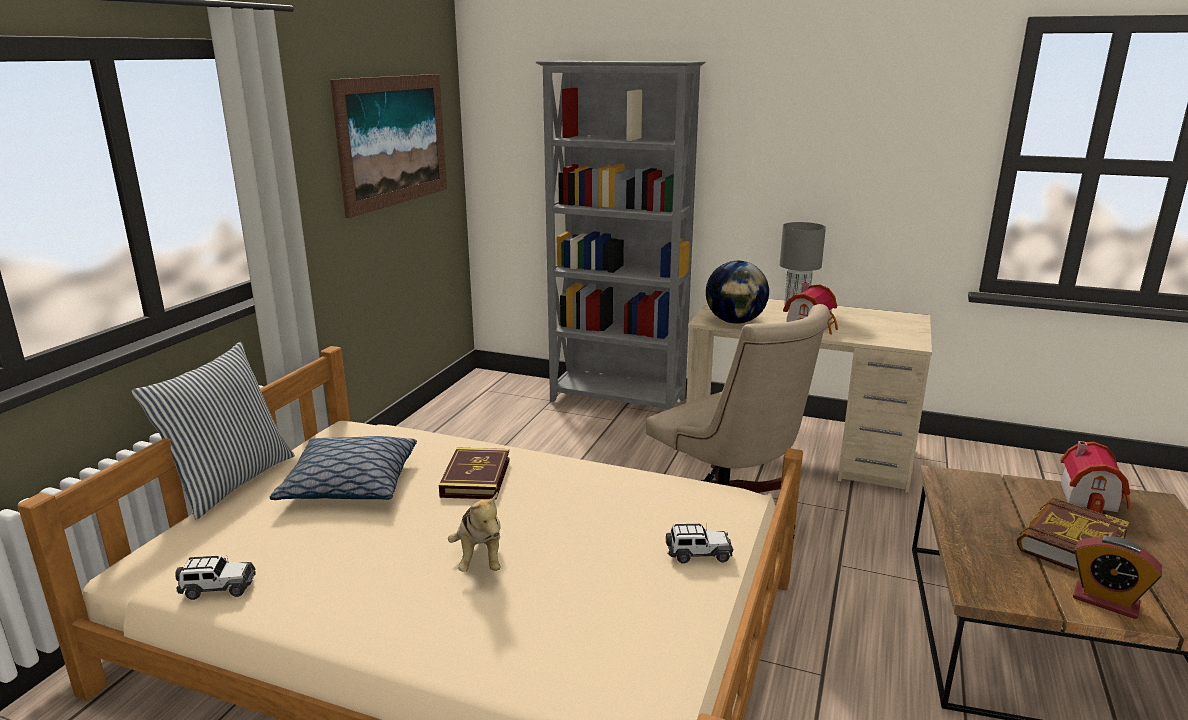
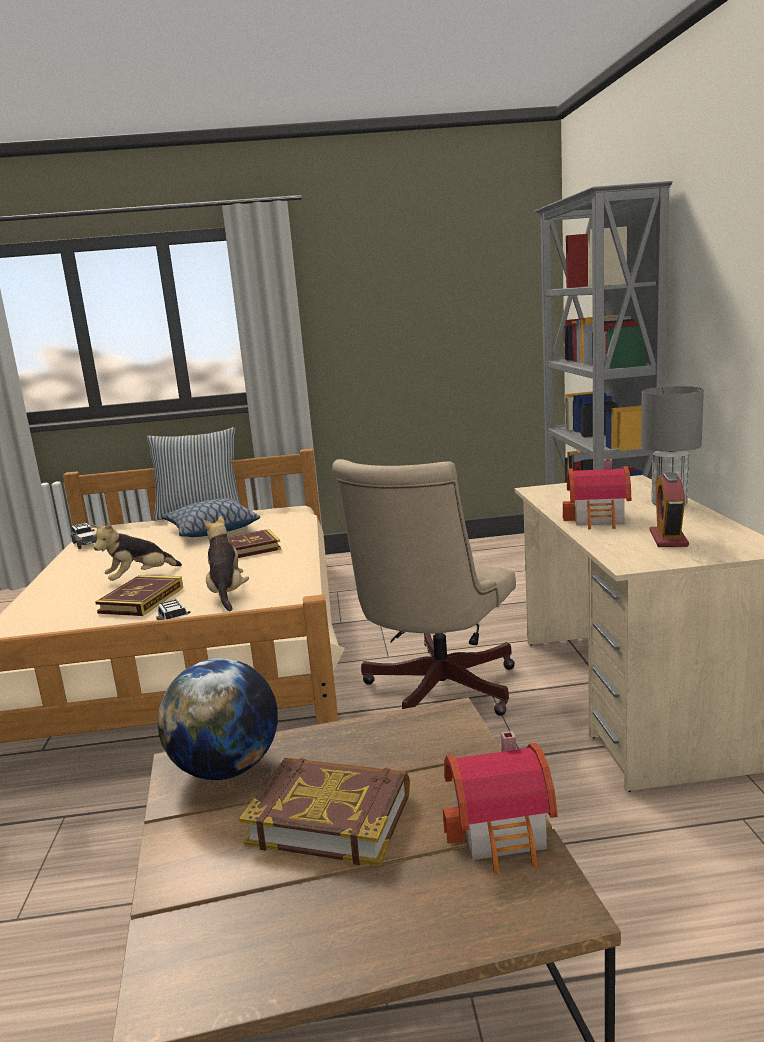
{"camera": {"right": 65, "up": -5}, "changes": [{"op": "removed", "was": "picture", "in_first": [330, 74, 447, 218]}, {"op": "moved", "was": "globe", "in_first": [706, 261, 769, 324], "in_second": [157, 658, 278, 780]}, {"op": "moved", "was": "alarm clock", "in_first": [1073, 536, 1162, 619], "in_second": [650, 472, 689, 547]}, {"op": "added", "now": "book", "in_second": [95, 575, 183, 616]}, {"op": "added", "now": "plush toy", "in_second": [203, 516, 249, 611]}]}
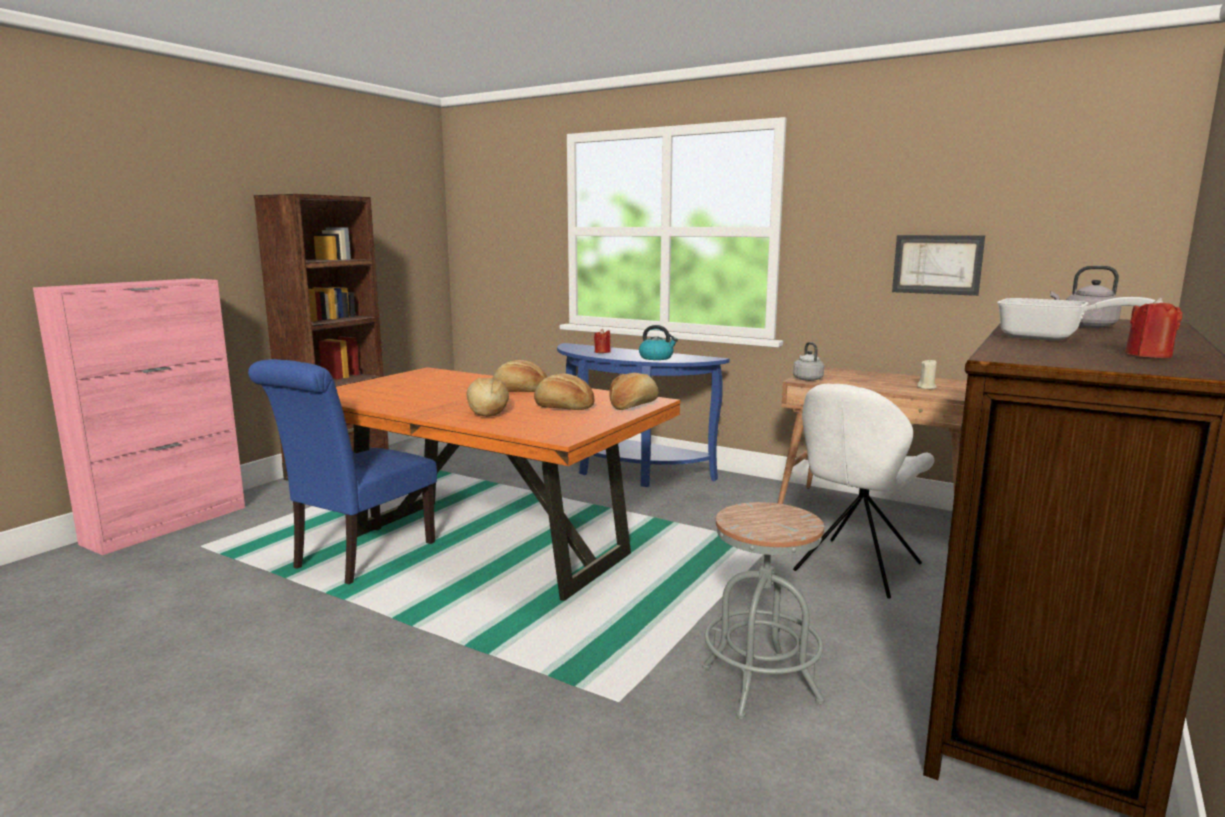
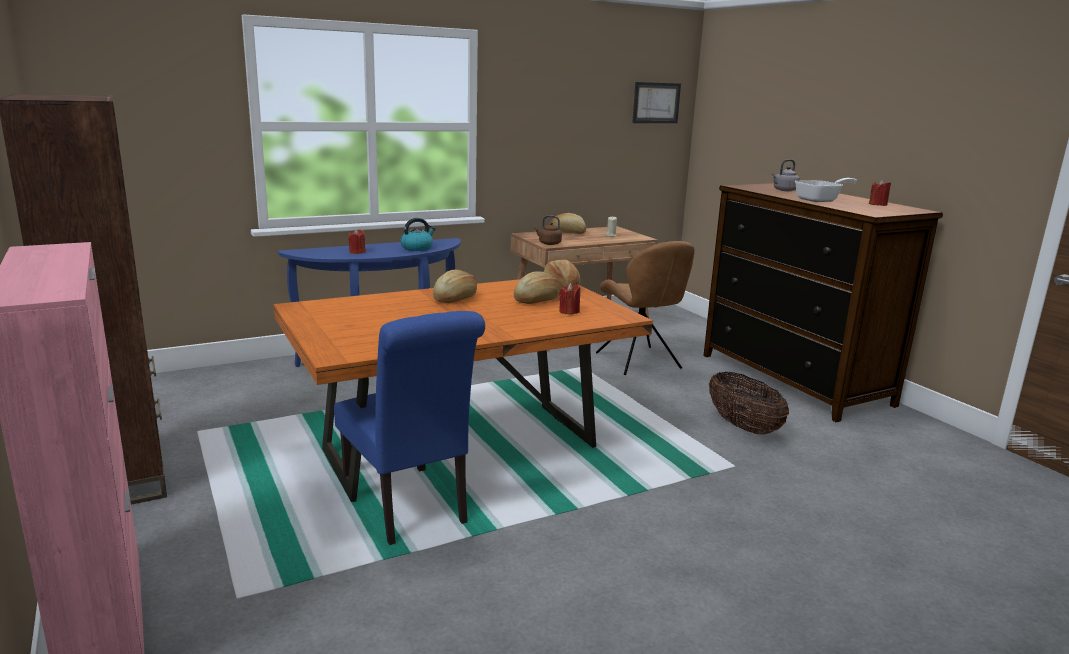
{"camera": {"right": -60, "up": 5}, "changes": [{"op": "moved", "was": "bread", "in_first": [466, 378, 509, 417], "in_second": [551, 213, 586, 234]}, {"op": "replaced", "was": "grey stool", "now": "basket", "in_first": [702, 502, 825, 719], "in_second": [709, 372, 789, 435]}, {"op": "recoloured", "was": "grey kettle", "now": "brown kettle", "in_first": [793, 342, 824, 381], "in_second": [534, 215, 562, 245]}, {"op": "recoloured", "was": "white chair", "now": "brown chair", "in_first": [793, 384, 934, 599], "in_second": [596, 241, 695, 375]}, {"op": "moved", "was": "picture", "in_first": [892, 235, 985, 296], "in_second": [632, 82, 681, 123]}, {"op": "added", "now": "red candle", "in_second": [559, 283, 580, 314]}]}
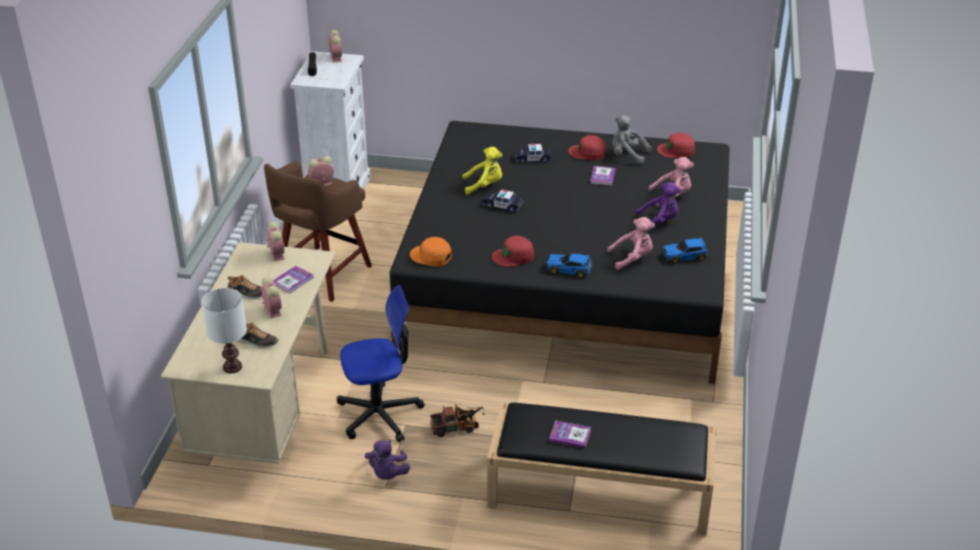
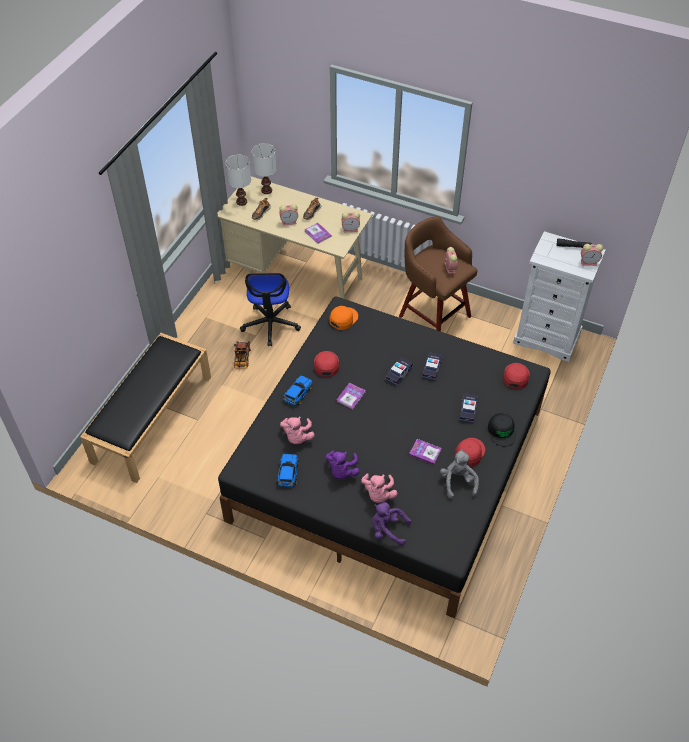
{"camera": {"right": 105, "up": 15}, "changes": [{"op": "moved", "was": "purple plush toy", "in_first": [365, 440, 410, 480], "in_second": [372, 502, 411, 546]}, {"op": "replaced", "was": "yellow plush toy", "now": "toy car", "in_first": [462, 147, 502, 195], "in_second": [422, 352, 443, 380]}, {"op": "moved", "was": "book", "in_first": [549, 420, 591, 448], "in_second": [336, 383, 366, 409]}, {"op": "turned", "was": "grey plush toy", "in_first": [612, 115, 652, 164], "in_second": [440, 449, 479, 499], "clockwise": -45}, {"op": "moved", "was": "red cap", "in_first": [657, 133, 695, 158], "in_second": [503, 363, 530, 389]}, {"op": "added", "now": "white table lamp", "in_second": [252, 143, 277, 194]}, {"op": "added", "now": "black cap", "in_second": [488, 413, 516, 446]}]}
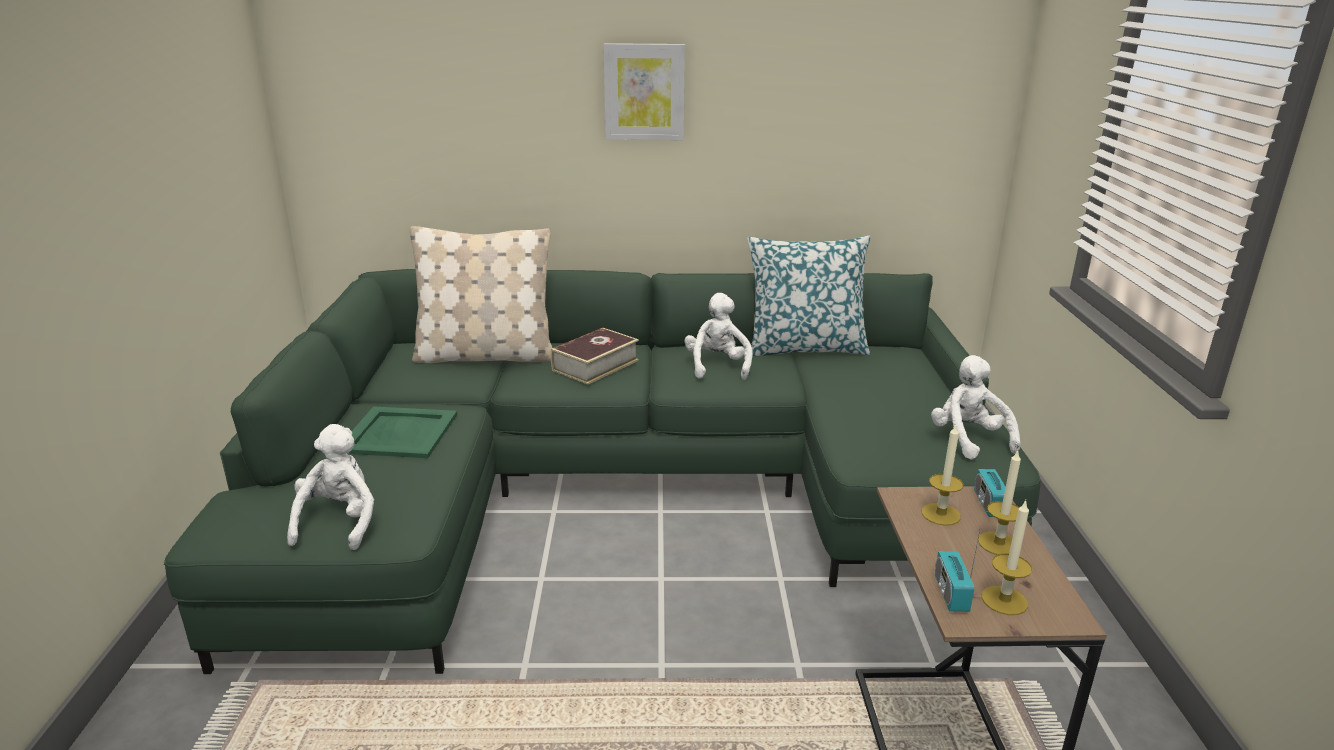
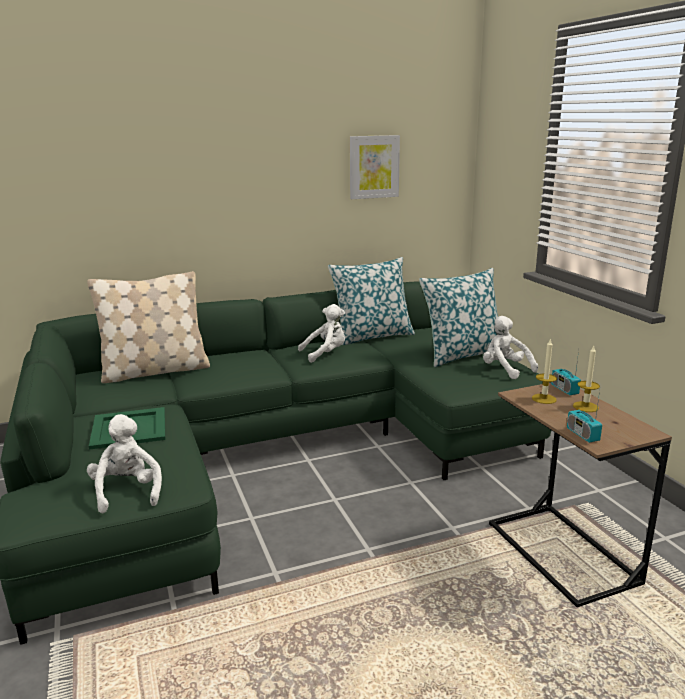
{"camera": {"right": -20, "up": -5}, "changes": [{"op": "removed", "was": "book", "in_first": [551, 328, 639, 384]}, {"op": "moved", "was": "picture", "in_first": [603, 43, 685, 140], "in_second": [350, 135, 400, 199]}, {"op": "turned", "was": "white plush toy", "in_first": [685, 293, 752, 380], "in_second": [298, 304, 345, 363], "clockwise": 90}, {"op": "removed", "was": "candle", "in_first": [982, 500, 1032, 615]}, {"op": "added", "now": "pillow", "in_second": [419, 268, 498, 367]}]}
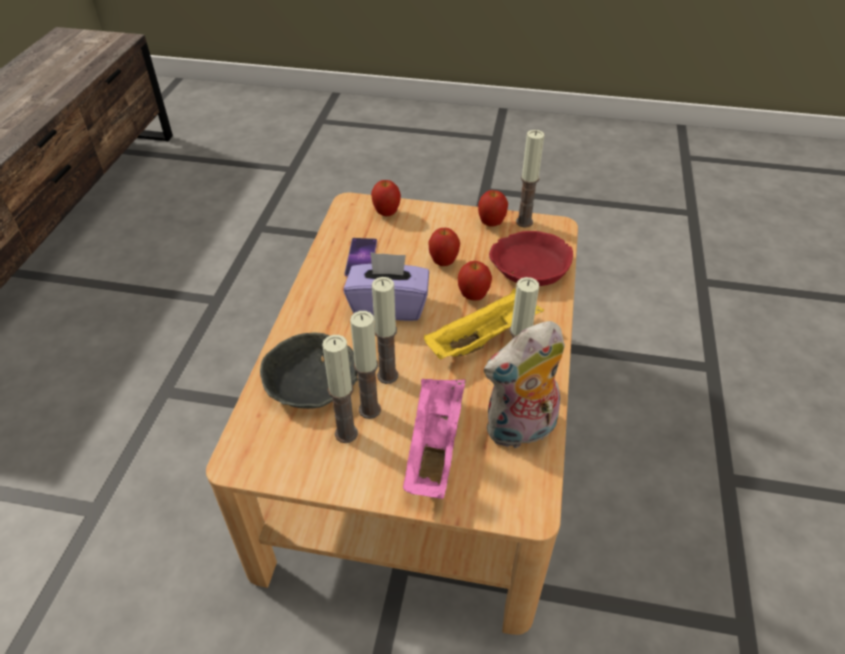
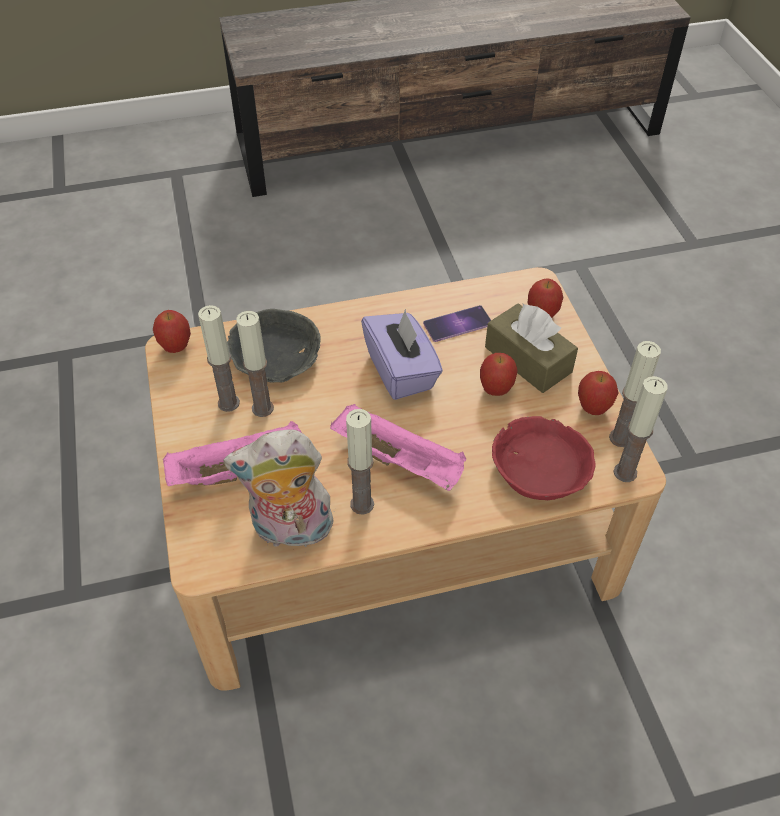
{"camera": {"right": 65, "up": 5}, "changes": [{"op": "moved", "was": "candle", "in_first": [372, 277, 398, 384], "in_second": [614, 376, 667, 482]}, {"op": "recoloured", "was": "yellow tray", "now": "pink tray", "in_first": [424, 289, 544, 359], "in_second": [330, 404, 466, 491]}, {"op": "moved", "was": "apple", "in_first": [458, 261, 492, 301], "in_second": [153, 310, 191, 353]}, {"op": "turned", "was": "plush toy", "in_first": [484, 321, 565, 449], "in_second": [223, 429, 334, 547], "clockwise": -45}, {"op": "added", "now": "brown tissue box", "in_second": [485, 303, 578, 393]}]}
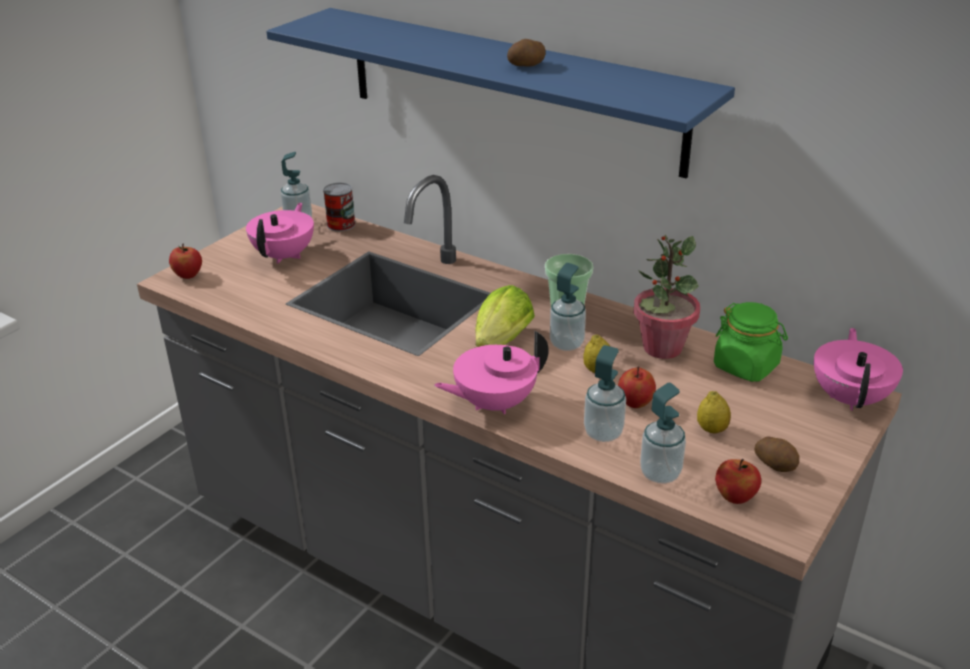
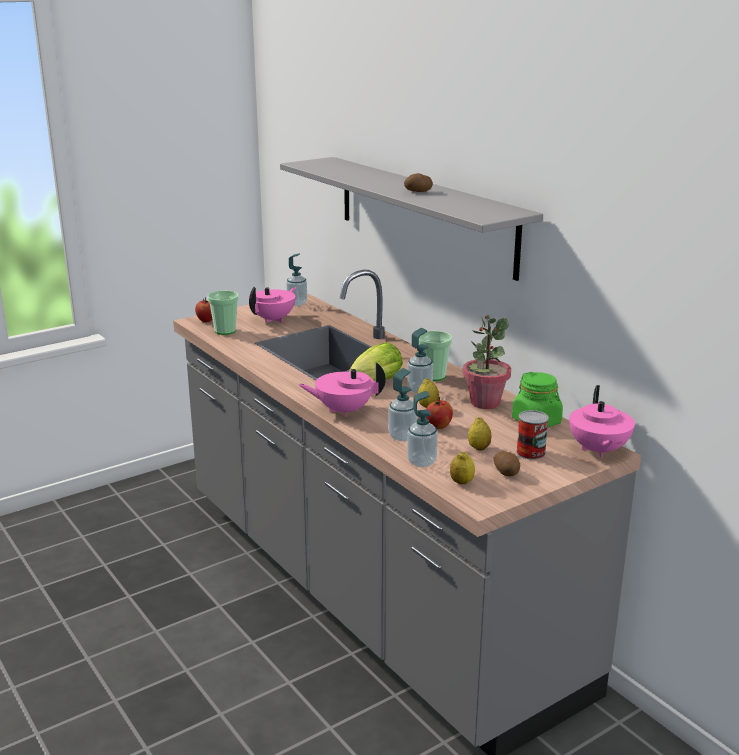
{"camera": {"right": 20, "up": -10}, "changes": [{"op": "recoloured", "was": "blue shelf", "now": "grey shelf", "in_first": [266, 8, 735, 178], "in_second": [280, 157, 543, 281]}, {"op": "moved", "was": "can", "in_first": [323, 182, 356, 231], "in_second": [516, 410, 549, 460]}, {"op": "replaced", "was": "apple", "now": "lemon", "in_first": [715, 459, 761, 504], "in_second": [450, 452, 475, 484]}, {"op": "turned", "was": "pink teapot", "in_first": [814, 328, 903, 411], "in_second": [569, 385, 635, 458], "clockwise": 150}, {"op": "added", "now": "cup", "in_second": [207, 291, 239, 335]}]}
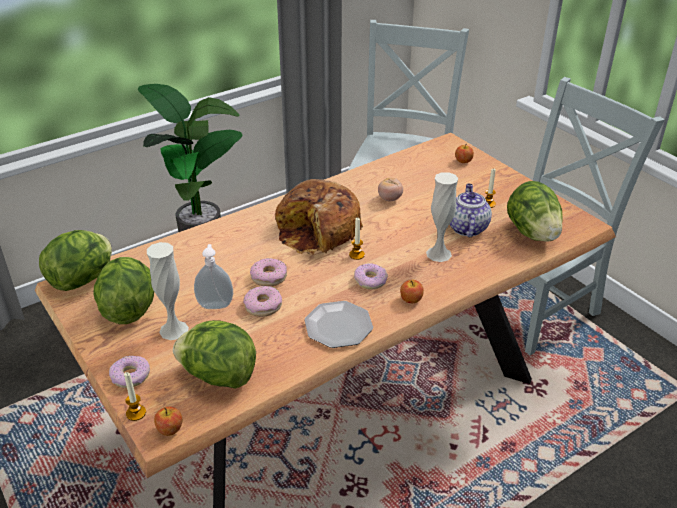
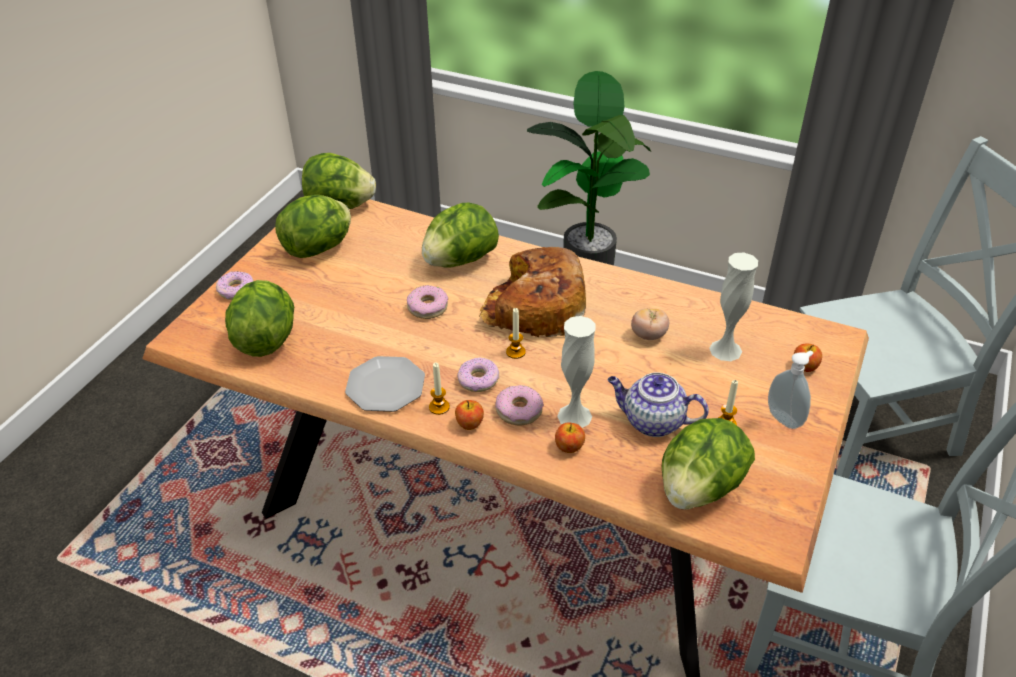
{"camera": {"right": 60, "up": 5}, "changes": [{"op": "moved", "was": "candle", "in_first": [124, 372, 146, 421], "in_second": [429, 363, 450, 415]}, {"op": "moved", "was": "white vase", "in_first": [147, 242, 189, 340], "in_second": [709, 253, 758, 361]}, {"op": "moved", "was": "apple", "in_first": [154, 407, 182, 436], "in_second": [555, 422, 585, 453]}, {"op": "moved", "was": "soap dispenser", "in_first": [194, 244, 233, 309], "in_second": [768, 350, 813, 429]}, {"op": "moved", "was": "donut", "in_first": [243, 286, 282, 317], "in_second": [495, 385, 544, 425]}, {"op": "turned", "was": "teapot", "in_first": [449, 183, 492, 237], "in_second": [608, 373, 709, 437], "clockwise": -135}, {"op": "added", "now": "lettuce", "in_second": [422, 202, 499, 267]}]}
